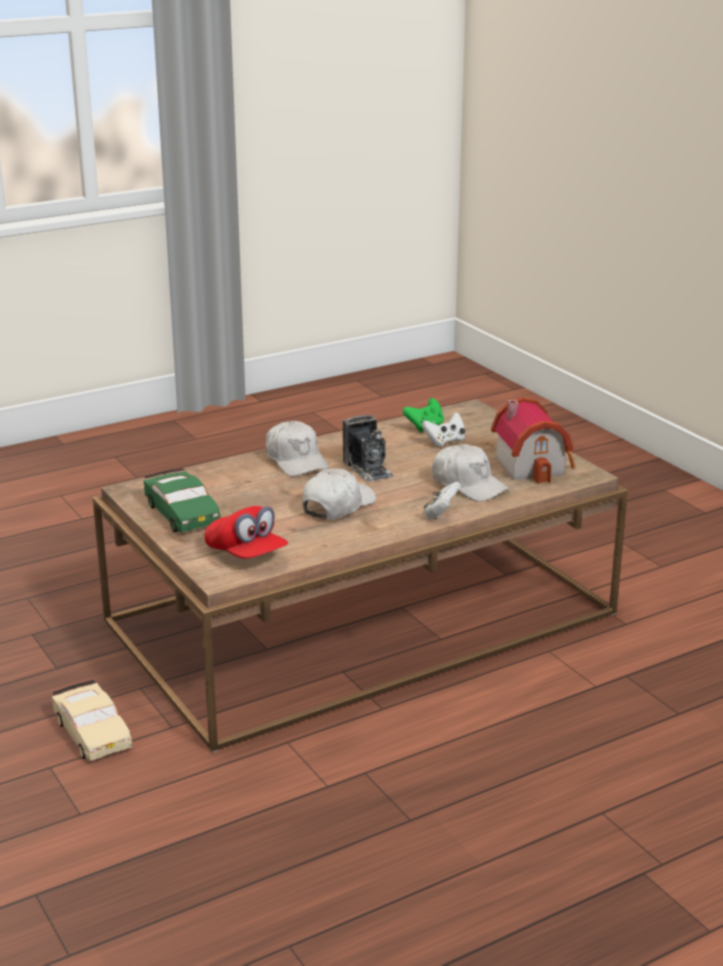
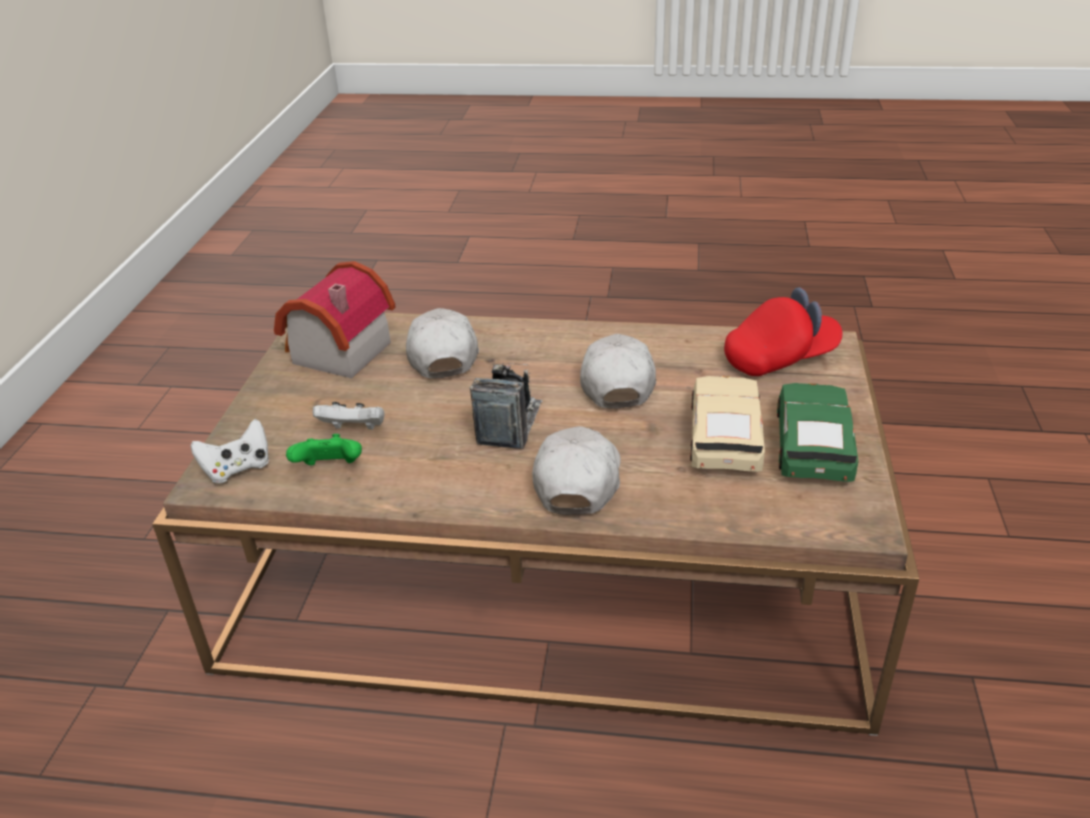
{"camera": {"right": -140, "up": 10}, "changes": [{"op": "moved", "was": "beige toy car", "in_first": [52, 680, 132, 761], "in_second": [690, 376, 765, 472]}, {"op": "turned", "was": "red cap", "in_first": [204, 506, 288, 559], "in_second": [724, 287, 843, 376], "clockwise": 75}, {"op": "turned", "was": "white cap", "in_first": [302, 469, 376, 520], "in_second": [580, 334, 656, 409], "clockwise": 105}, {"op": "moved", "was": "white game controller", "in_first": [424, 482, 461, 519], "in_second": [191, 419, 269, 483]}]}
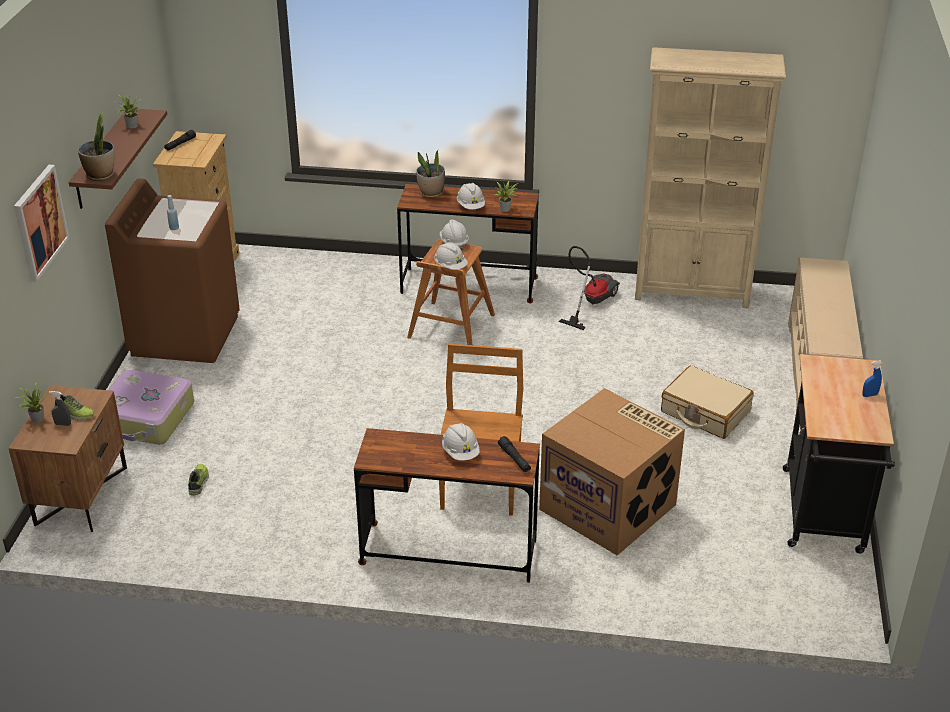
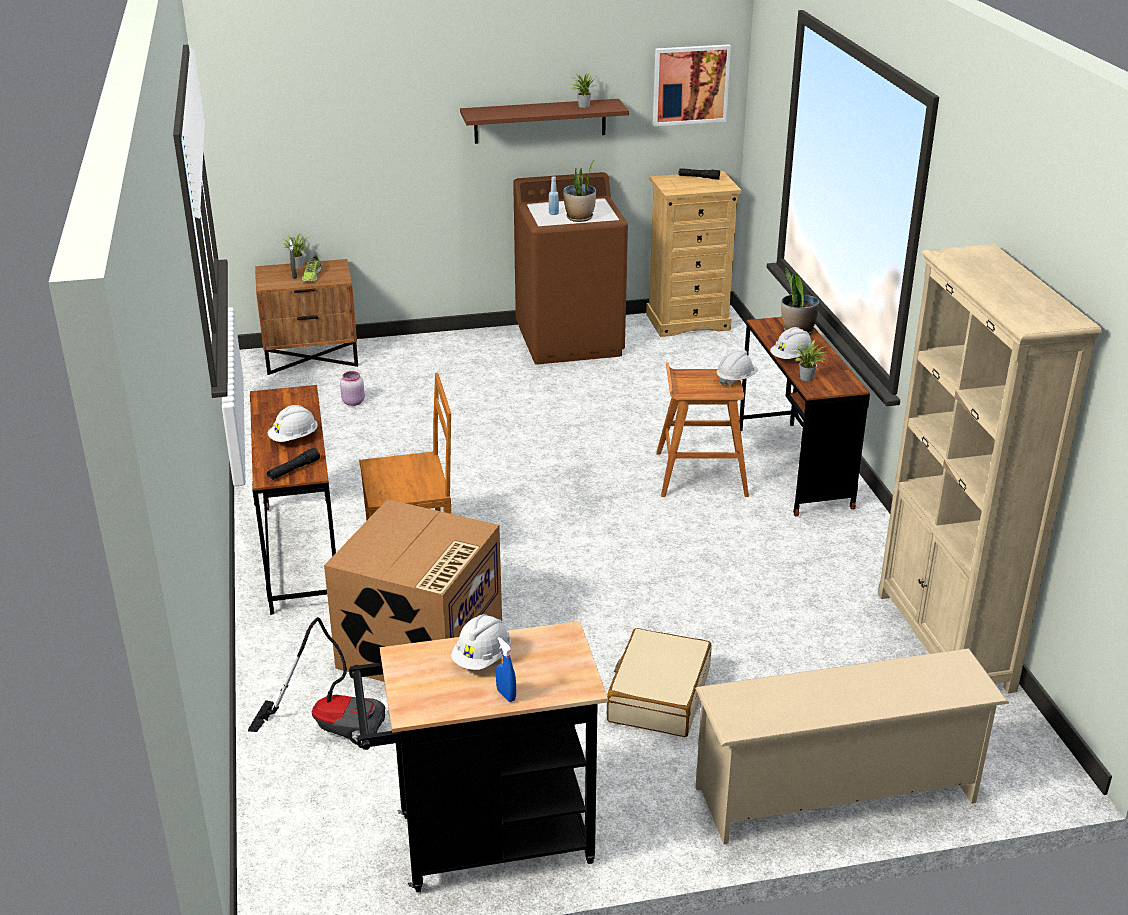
{"camera": {"right": 70, "up": -5}, "changes": [{"op": "moved", "was": "picture", "in_first": [14, 165, 70, 282], "in_second": [653, 45, 731, 126]}, {"op": "moved", "was": "potted plant", "in_first": [78, 111, 115, 181], "in_second": [563, 160, 596, 222]}, {"op": "removed", "was": "suitcase", "in_first": [108, 370, 194, 444]}, {"op": "replaced", "was": "shoe", "now": "pink jar", "in_first": [188, 464, 209, 495], "in_second": [340, 371, 365, 406]}, {"op": "moved", "was": "white hard hat", "in_first": [434, 242, 468, 270], "in_second": [451, 614, 511, 670]}, {"op": "moved", "was": "vacuum cleaner", "in_first": [559, 246, 620, 330], "in_second": [248, 617, 385, 745]}]}
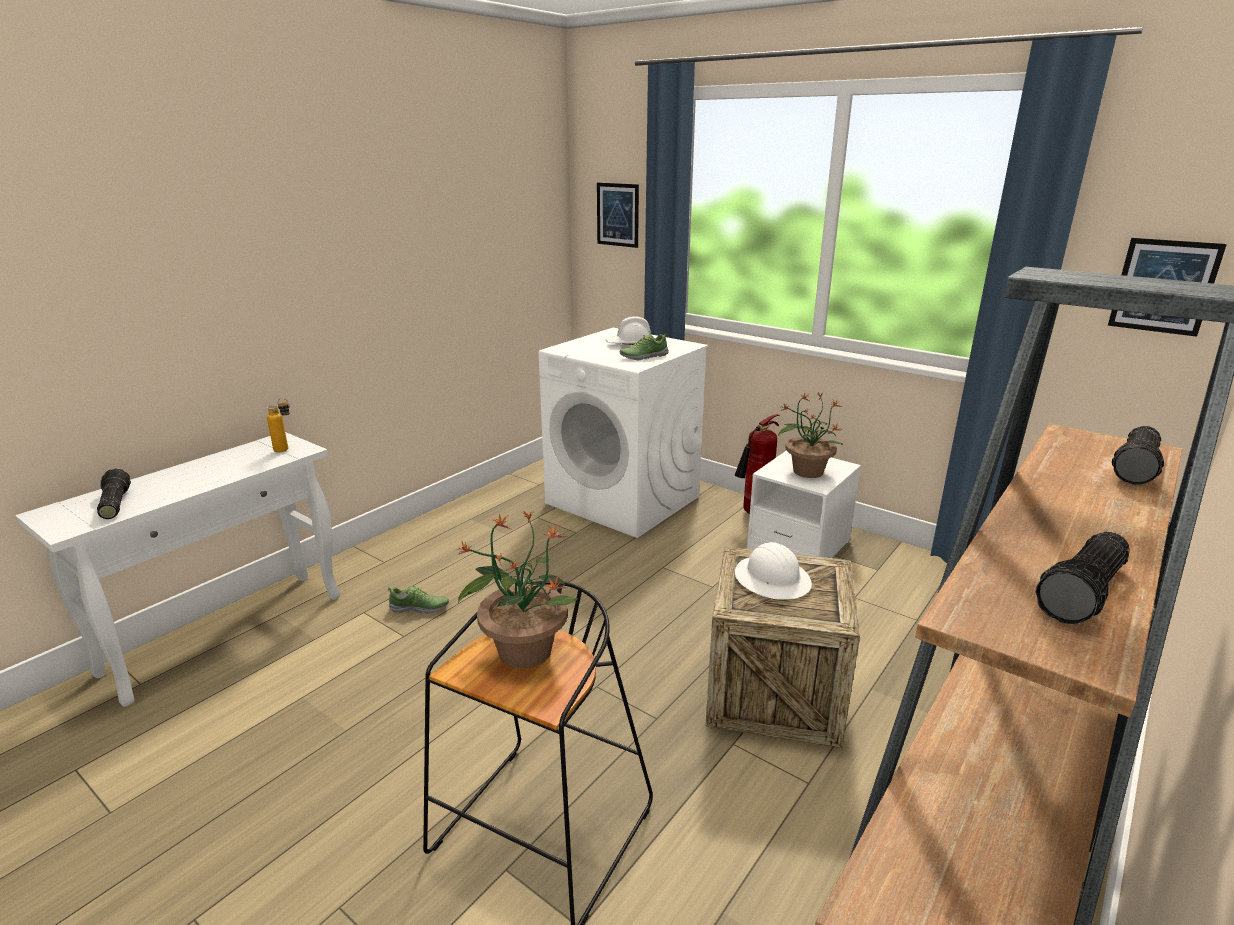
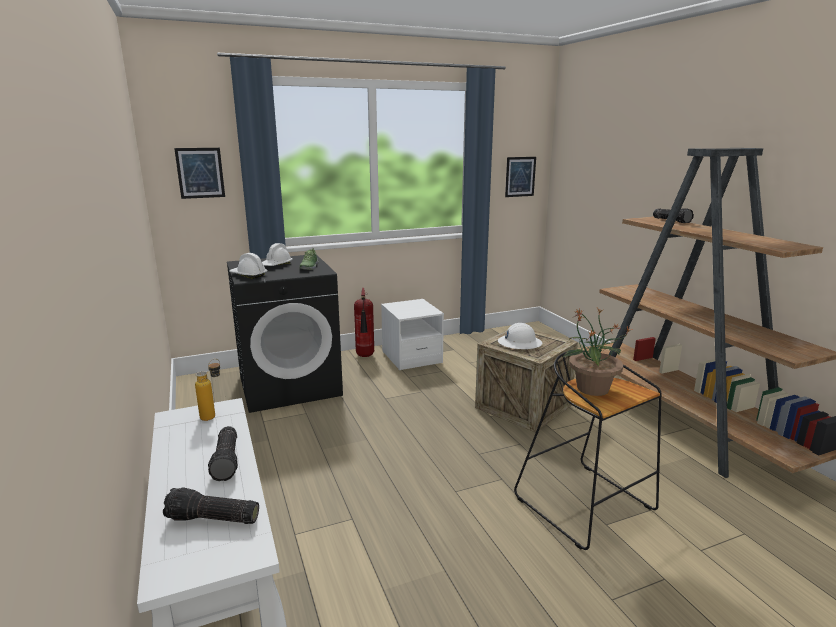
{"camera": {"right": -60, "up": -5}, "changes": [{"op": "removed", "was": "shoe", "in_first": [387, 586, 449, 614]}, {"op": "recoloured", "was": "white washing machine", "now": "black washing machine", "in_first": [539, 328, 708, 538], "in_second": [227, 254, 343, 413]}, {"op": "removed", "was": "potted plant", "in_first": [778, 392, 843, 478]}, {"op": "moved", "was": "flashlight", "in_first": [1035, 532, 1130, 625], "in_second": [208, 426, 238, 481]}, {"op": "added", "now": "white hard hat", "in_second": [229, 253, 267, 279]}]}
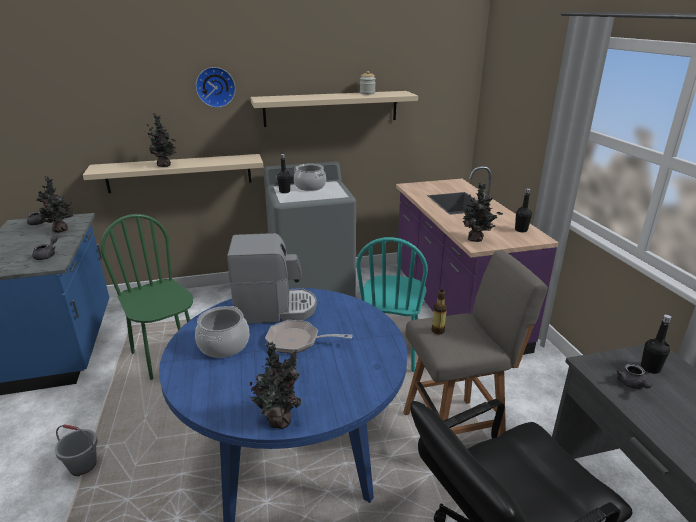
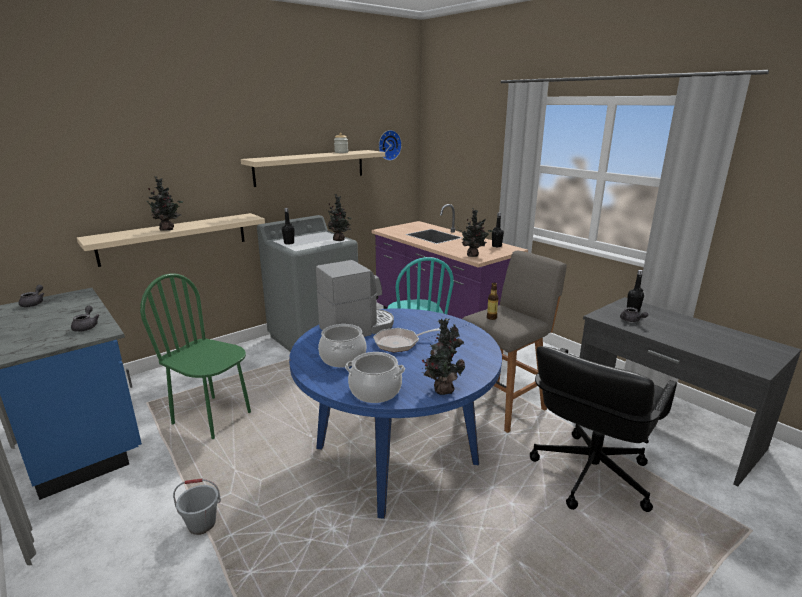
{"camera": {"right": -25, "up": -5}, "changes": [{"op": "moved", "was": "potted plant", "in_first": [36, 175, 74, 233], "in_second": [328, 194, 351, 241]}, {"op": "moved", "was": "wall clock", "in_first": [196, 67, 236, 108], "in_second": [379, 130, 402, 161]}, {"op": "moved", "was": "cooking pot", "in_first": [294, 164, 326, 191], "in_second": [345, 352, 405, 403]}]}
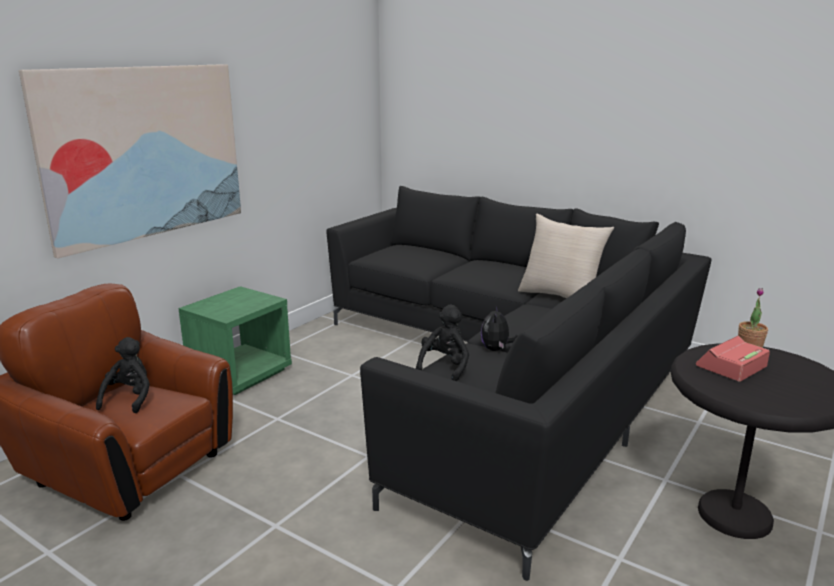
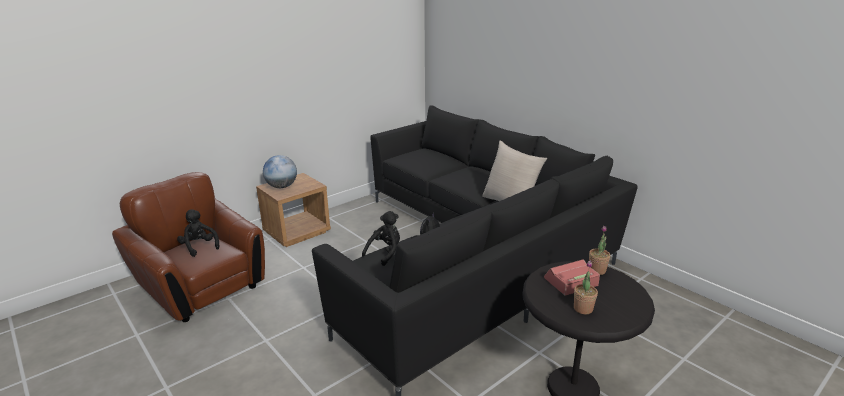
{"camera": {"right": 15, "up": 5}, "changes": [{"op": "removed", "was": "picture", "in_first": [19, 64, 241, 258]}, {"op": "turned", "was": "black plush toy", "in_first": [96, 337, 150, 413], "in_second": [177, 209, 219, 257], "clockwise": -60}, {"op": "recoloured", "was": "green nightstand", "now": "brown nightstand", "in_first": [179, 286, 292, 395], "in_second": [256, 173, 331, 247]}, {"op": "added", "now": "globe", "in_second": [263, 155, 297, 188]}, {"op": "added", "now": "potted plant", "in_second": [574, 260, 598, 314]}]}
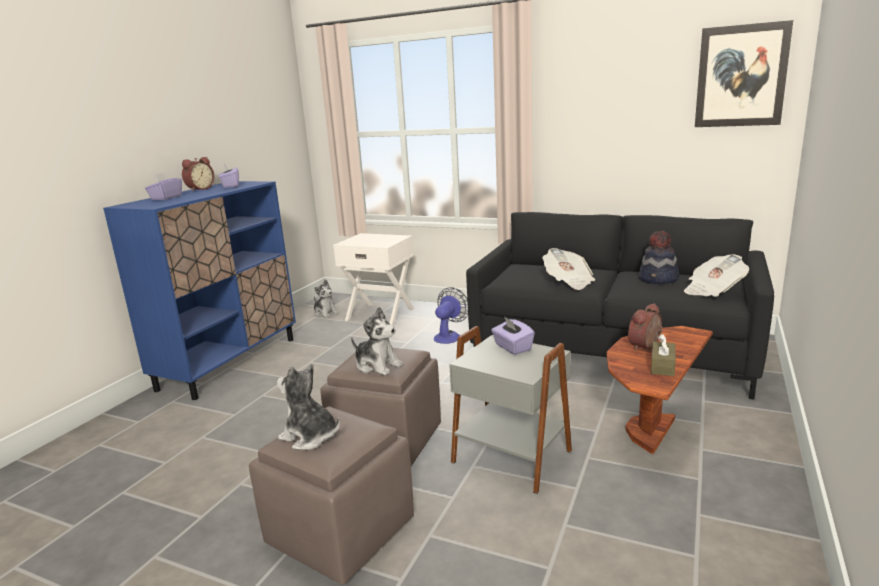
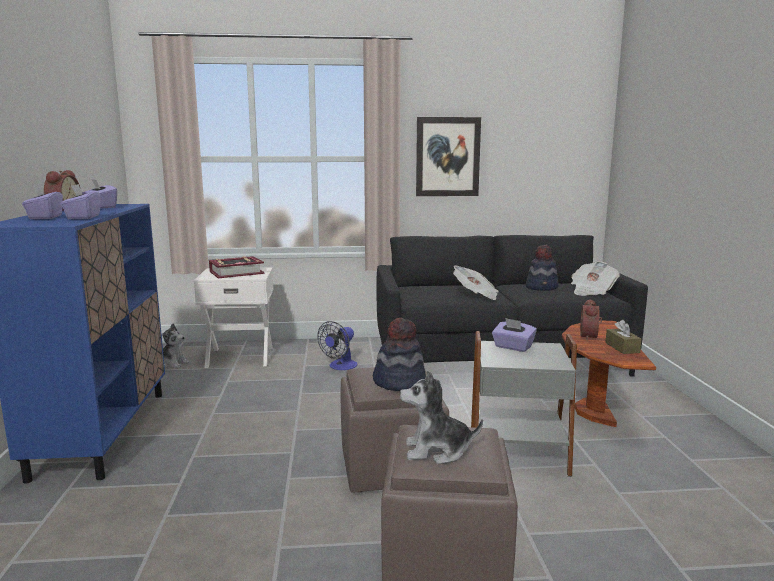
{"camera": {"right": -30, "up": -5}, "changes": [{"op": "replaced", "was": "plush toy", "now": "hat", "in_first": [351, 307, 403, 375], "in_second": [373, 318, 426, 391]}, {"op": "turned", "was": "fan", "in_first": [434, 287, 468, 344], "in_second": [317, 321, 358, 370], "clockwise": -150}, {"op": "moved", "was": "picture", "in_first": [695, 20, 793, 127], "in_second": [416, 117, 481, 196]}, {"op": "added", "now": "purple tissue box", "in_second": [61, 184, 101, 219]}, {"op": "added", "now": "book", "in_second": [209, 256, 264, 278]}]}
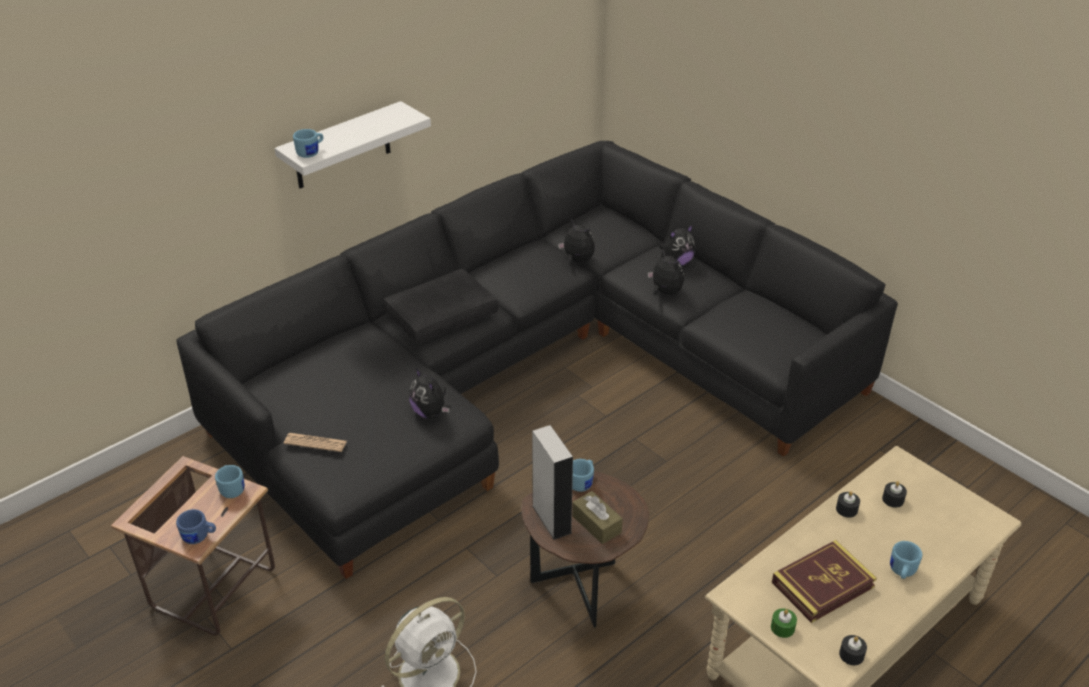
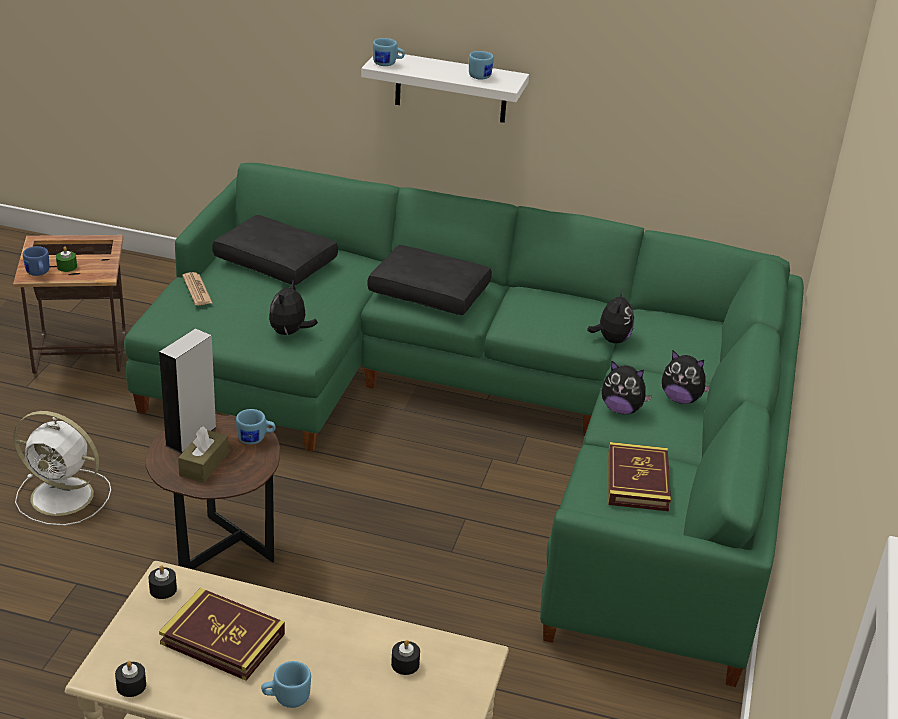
{"camera": {"right": 55, "up": -5}, "changes": [{"op": "recoloured", "was": "black sofa", "now": "green sofa", "in_first": [176, 141, 898, 579], "in_second": [124, 163, 804, 687]}, {"op": "moved", "was": "blue mug", "in_first": [215, 465, 245, 498], "in_second": [469, 51, 494, 80]}, {"op": "turned", "was": "plush toy", "in_first": [647, 250, 684, 295], "in_second": [602, 361, 652, 414], "clockwise": 90}, {"op": "moved", "was": "green candle", "in_first": [771, 608, 797, 638], "in_second": [56, 247, 77, 272]}, {"op": "moved", "was": "black candle", "in_first": [836, 491, 860, 518], "in_second": [149, 565, 177, 599]}, {"op": "added", "now": "black pillow", "in_second": [212, 215, 338, 285]}, {"op": "added", "now": "book", "in_second": [608, 442, 671, 511]}]}
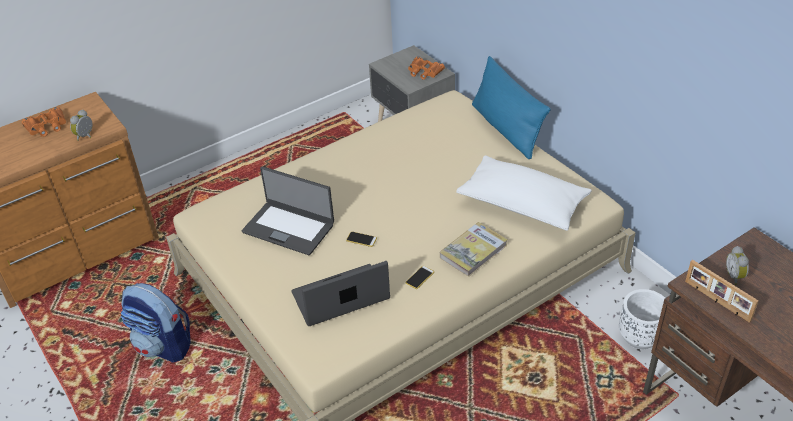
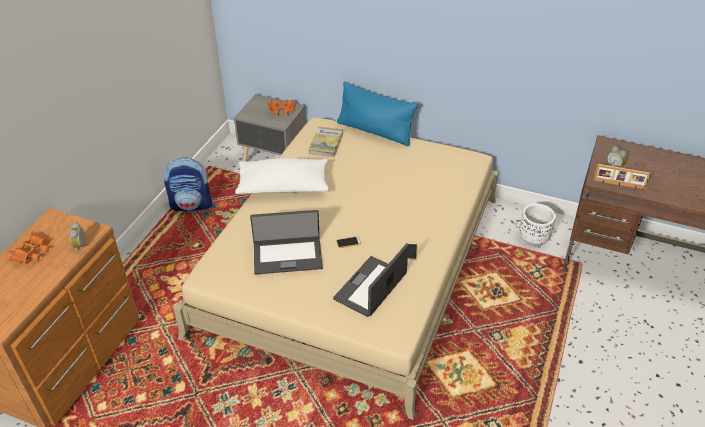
{"camera": {"right": -35, "up": 0}, "changes": [{"op": "moved", "was": "backpack", "in_first": [121, 283, 191, 363], "in_second": [164, 157, 212, 211]}, {"op": "moved", "was": "book", "in_first": [440, 222, 508, 277], "in_second": [309, 126, 343, 157]}, {"op": "moved", "was": "white pillow", "in_first": [456, 155, 592, 231], "in_second": [235, 158, 329, 194]}]}
